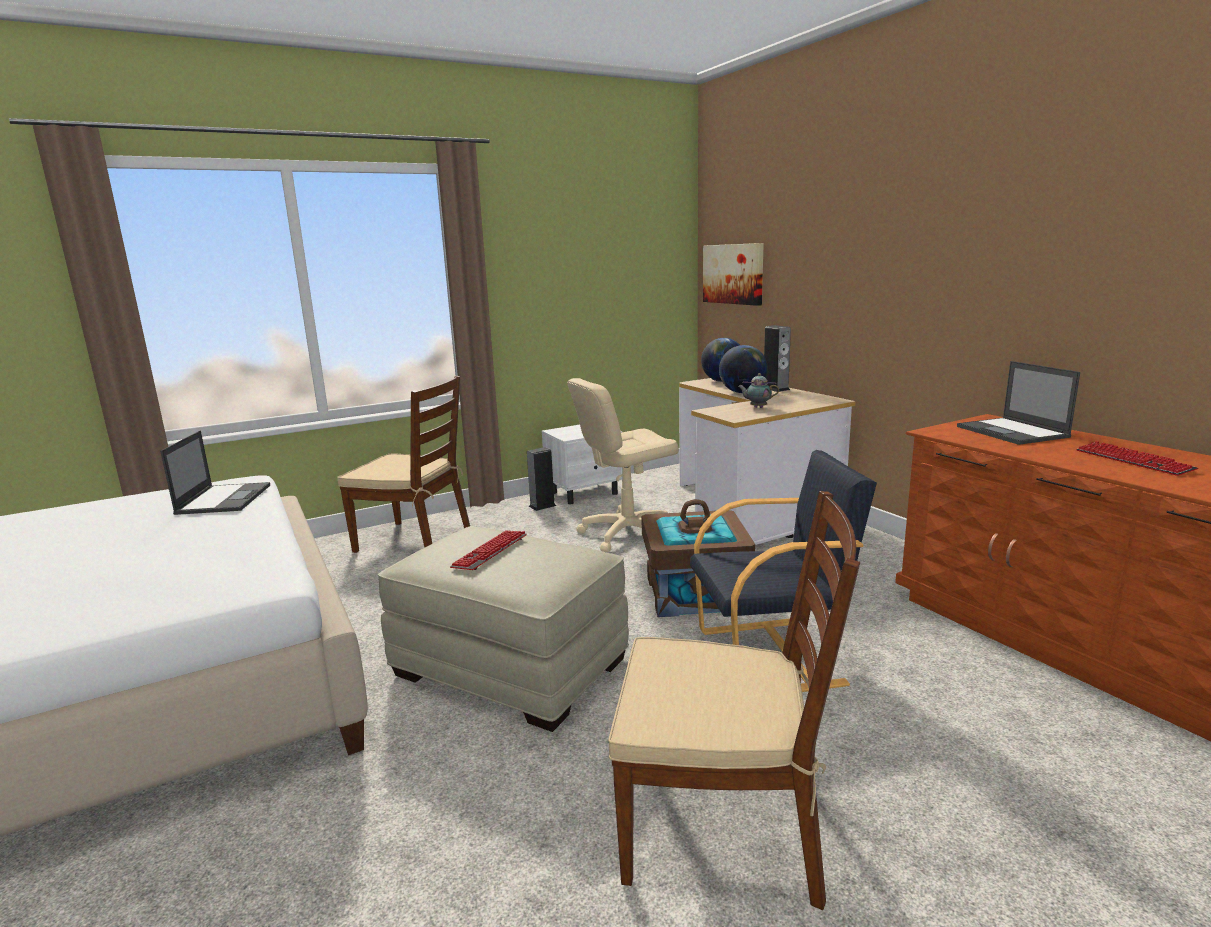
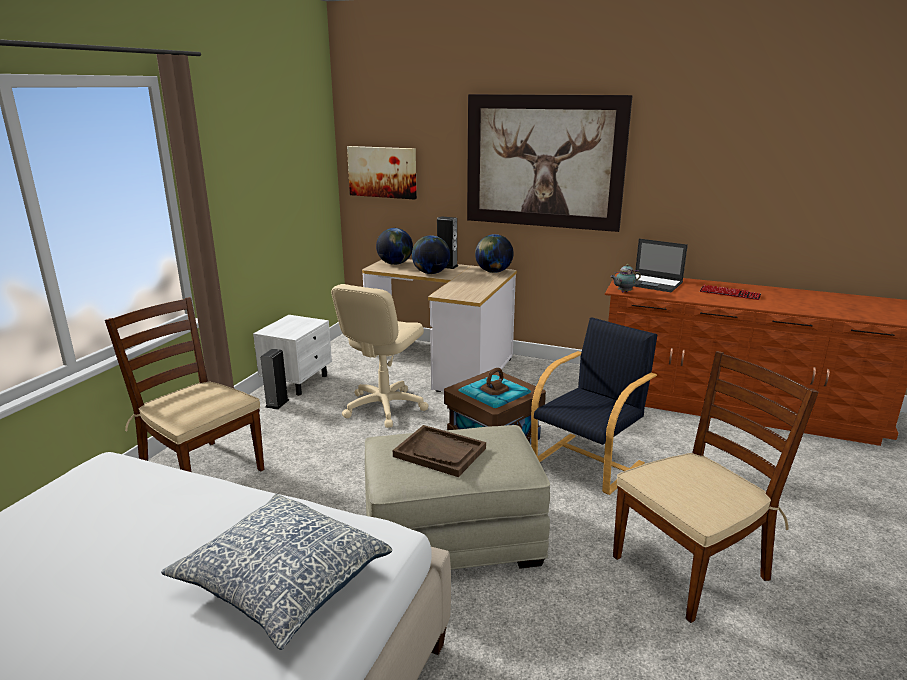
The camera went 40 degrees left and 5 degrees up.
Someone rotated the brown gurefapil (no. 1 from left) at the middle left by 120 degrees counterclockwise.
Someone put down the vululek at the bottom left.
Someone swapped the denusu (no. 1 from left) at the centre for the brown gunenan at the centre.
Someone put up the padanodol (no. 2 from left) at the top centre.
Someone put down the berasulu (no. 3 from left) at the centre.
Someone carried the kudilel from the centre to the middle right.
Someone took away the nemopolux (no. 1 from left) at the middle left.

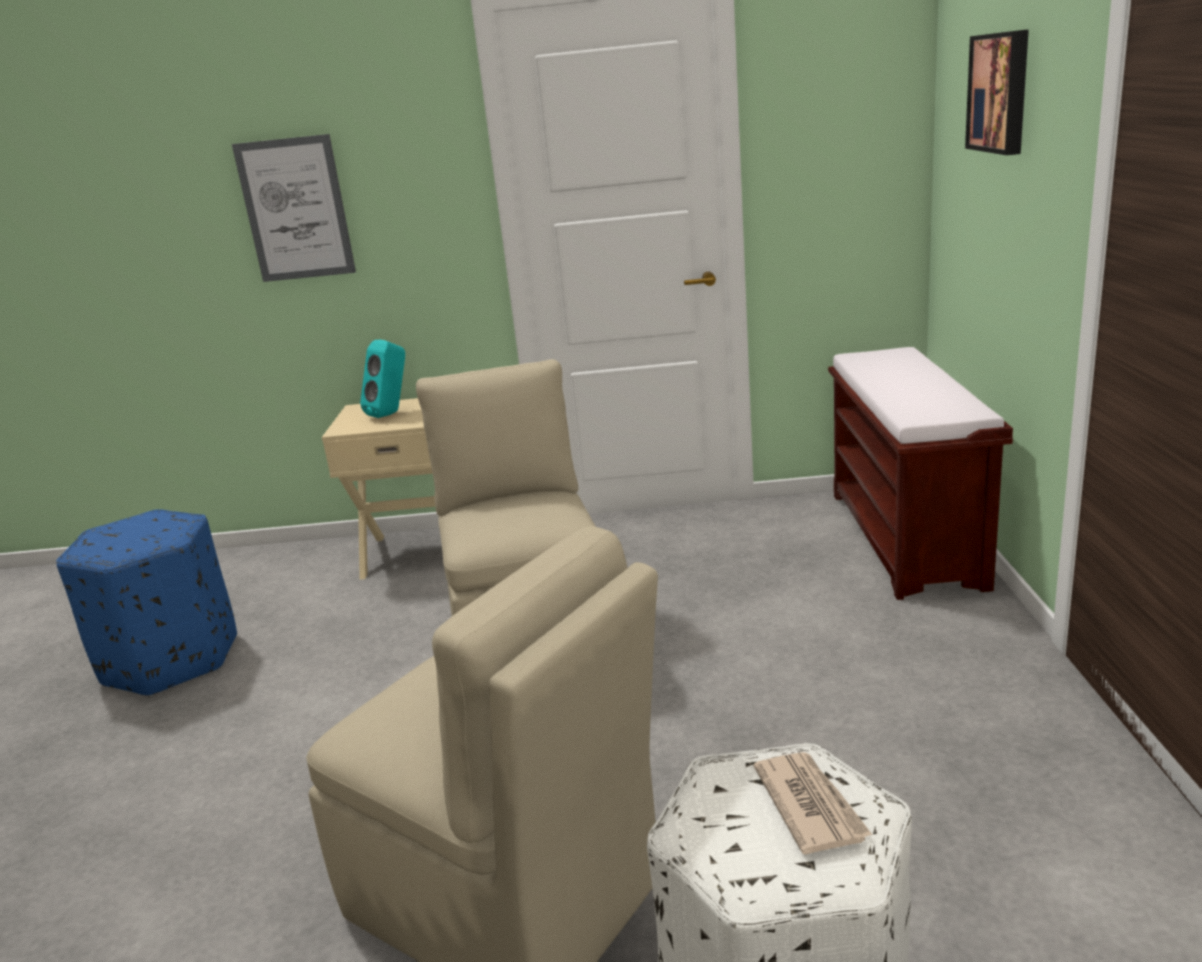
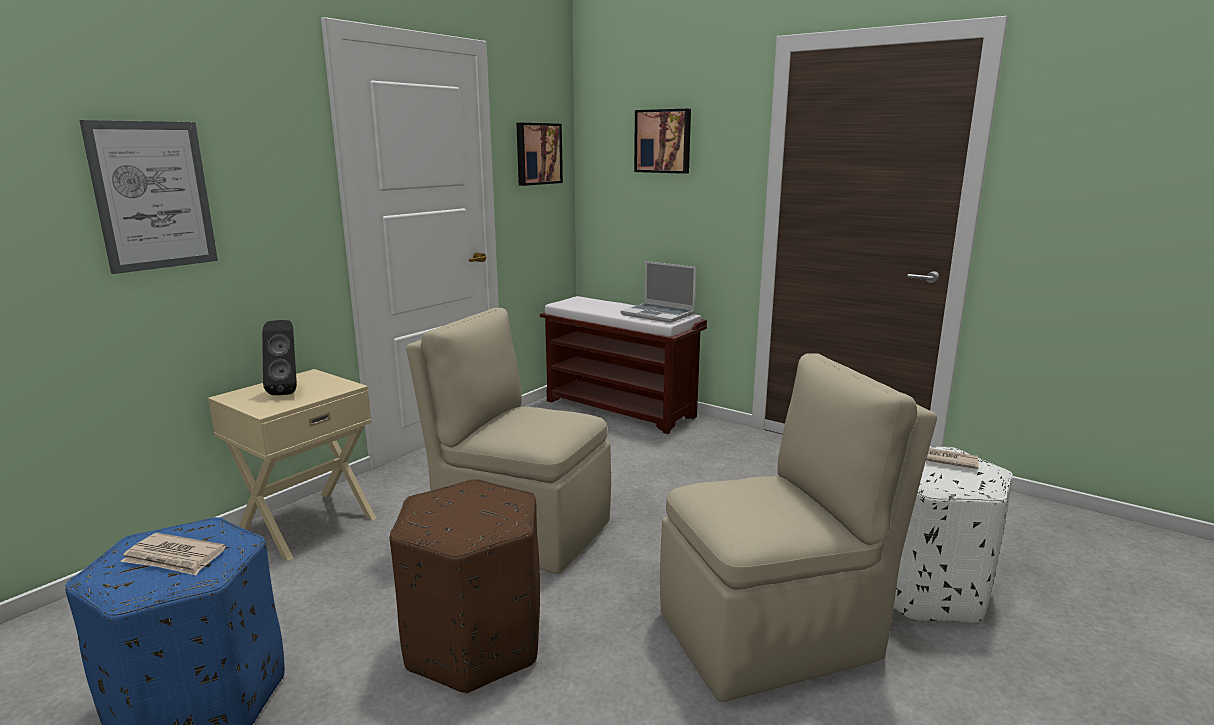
The camera went 55 degrees left and 5 degrees down.
Someone put down the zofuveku (no. 1 from left) at the bottom left.
Someone repainted the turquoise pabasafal at the middle left, which became the black pabasafal at the middle left.
Someone put down the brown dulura at the bottom centre.
Someone put up the padanodol (no. 2 from left) at the top centre.
Someone put down the nemopolux at the centre.

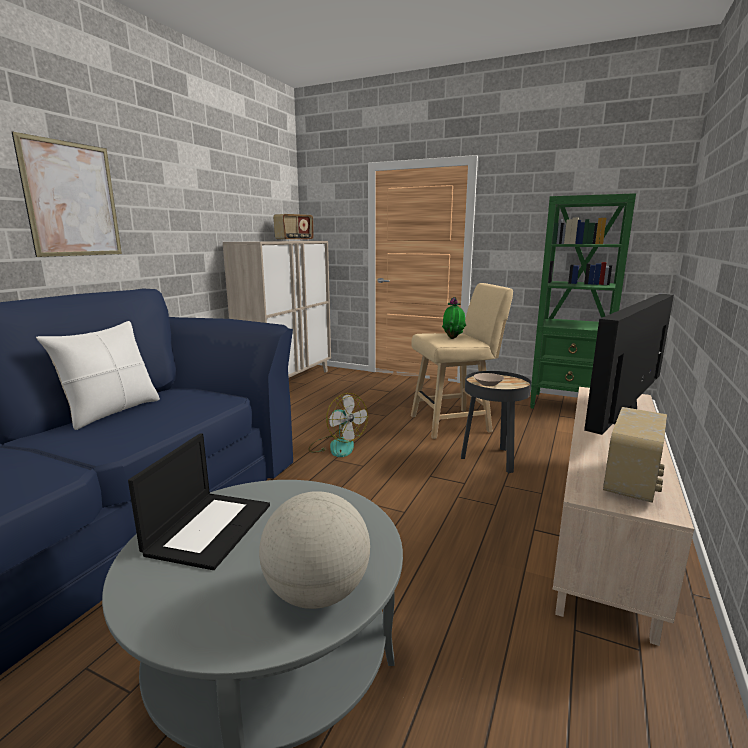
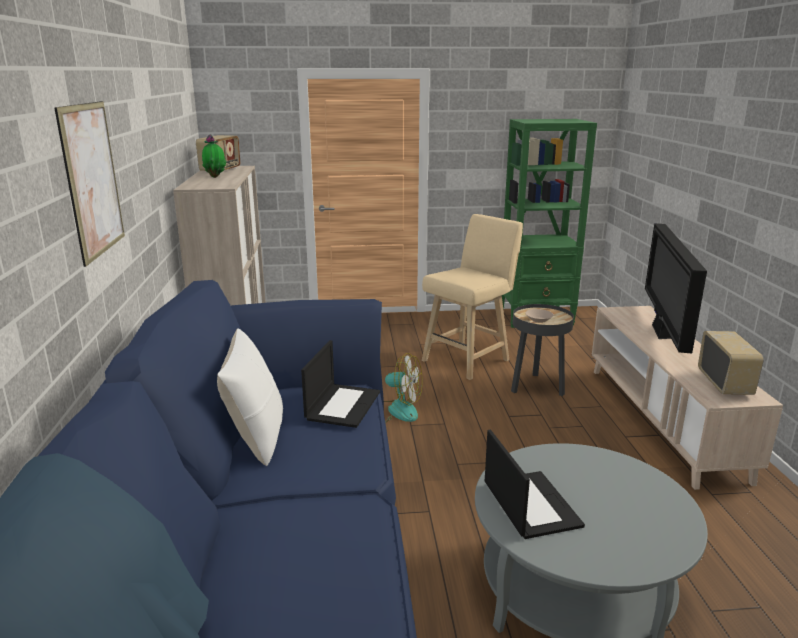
The camera went 30 degrees left and 5 degrees up.
Someone carried the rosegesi from the centre to the top left.
Someone put down the nemopolux (no. 1 from left) at the centre.
Someone took away the berasulu at the bottom centre.

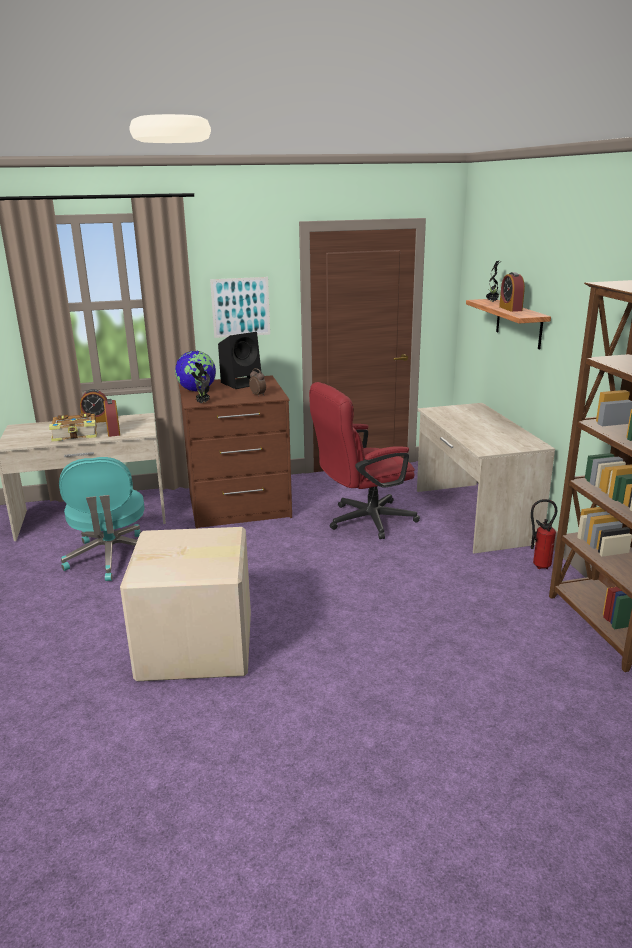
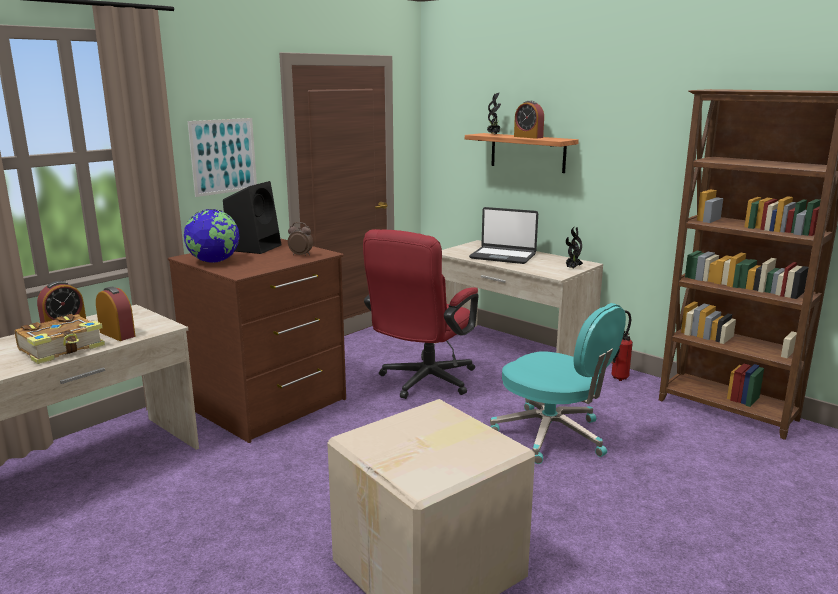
The camera went 35 degrees left and 5 degrees down.
Someone put down the nemopolux at the centre.
Someone carried the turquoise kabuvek from the middle left to the centre.
Someone carried the rosegesi (no. 1 from left in the first image) from the middle left to the middle right.

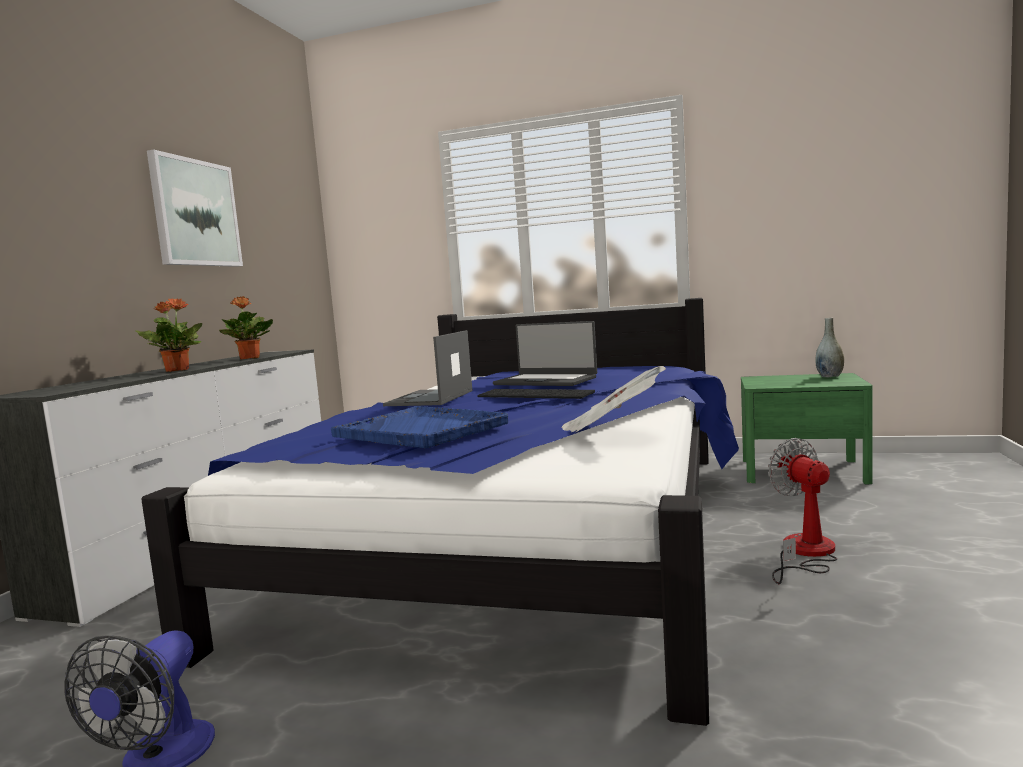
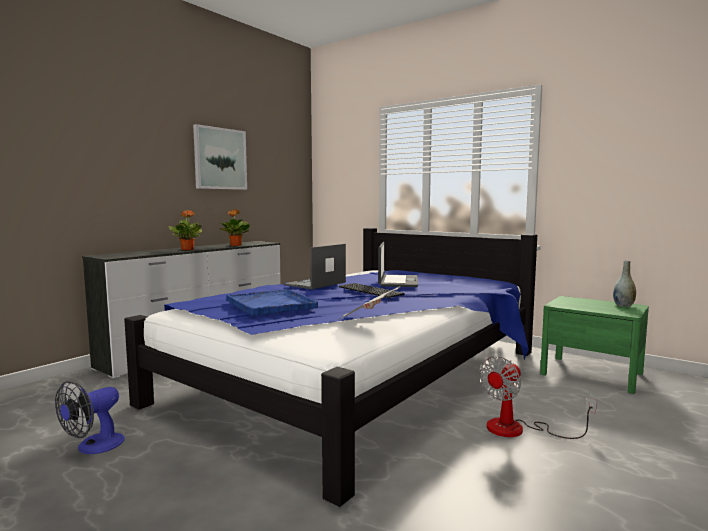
The camera went 20 degrees right and 0 degrees up.
Someone rotated the nemopolux (no. 2 from left) at the centre by 135 degrees counterclockwise.
Someone rotated the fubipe (no. 2 from left) at the middle right by 135 degrees counterclockwise.

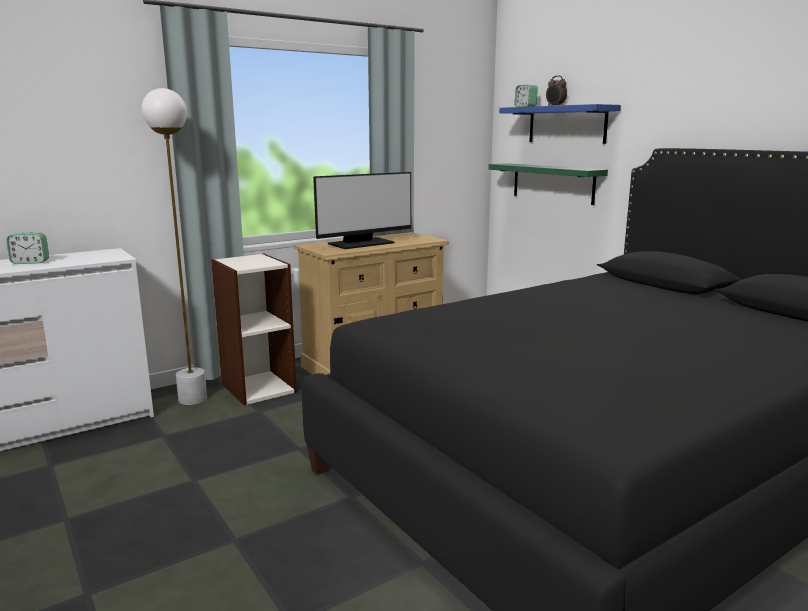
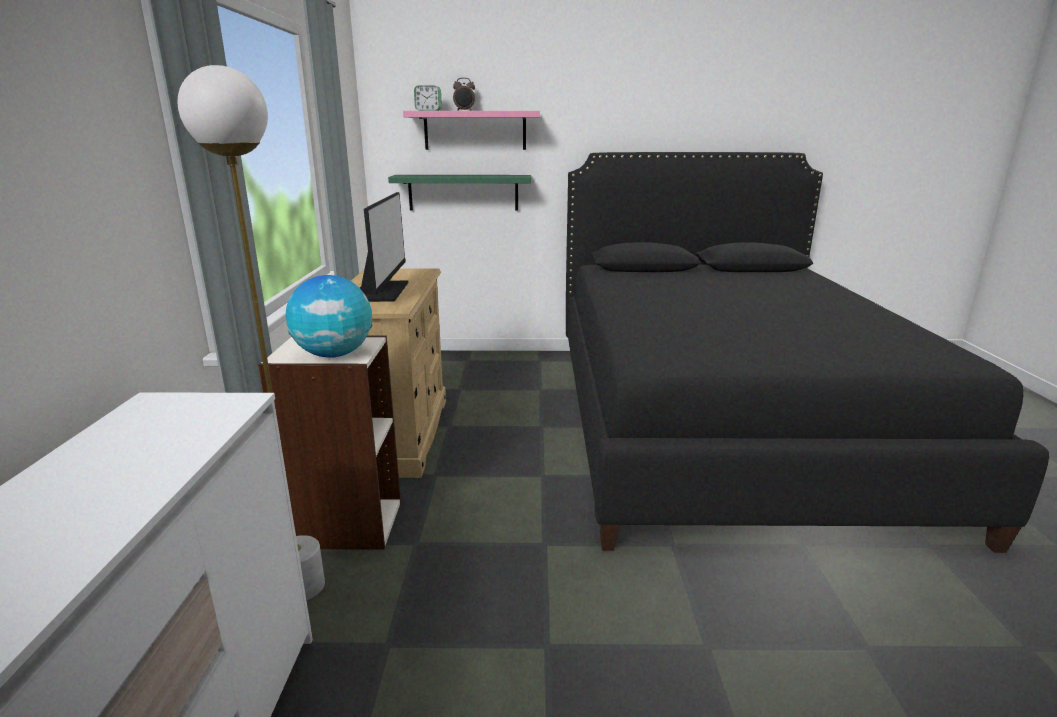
The camera went 55 degrees left and 5 degrees up.
Someone put down the berasulu at the middle left.
Someone repainted the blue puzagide at the top right, which became the pink puzagide at the top centre.
Someone took away the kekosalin (no. 1 from left) at the middle left.

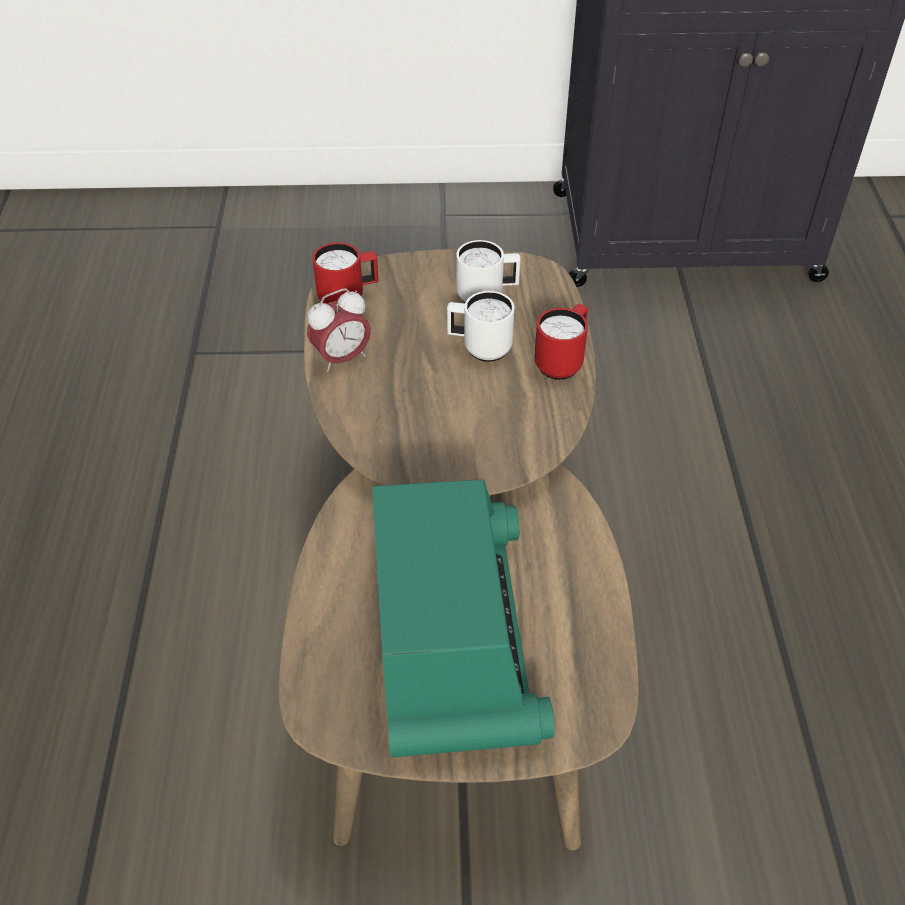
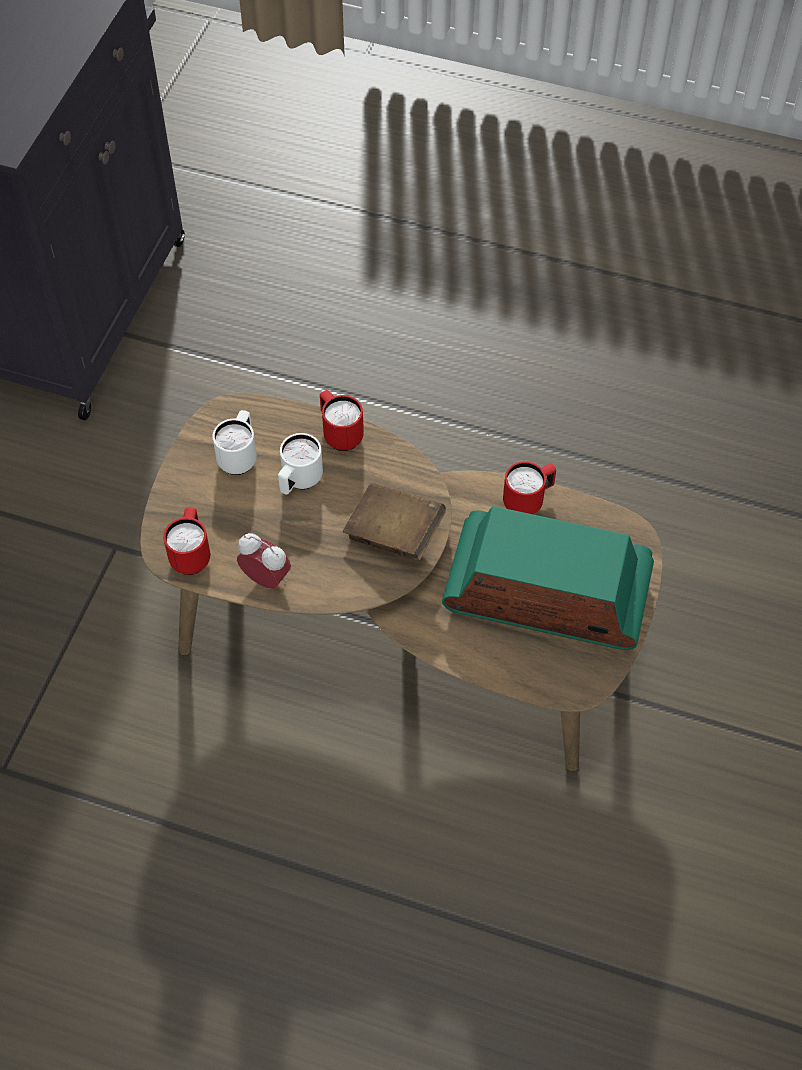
The camera went 70 degrees left and 10 degrees up.
Someone rotated the kekosalin at the centre by 45 degrees counterclockwise.
Someone put down the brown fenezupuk at the centre.
Someone put down the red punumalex (no. 3 from left) at the centre.

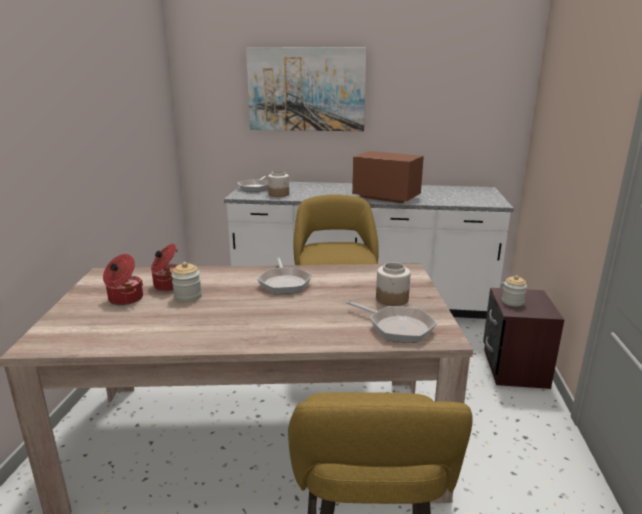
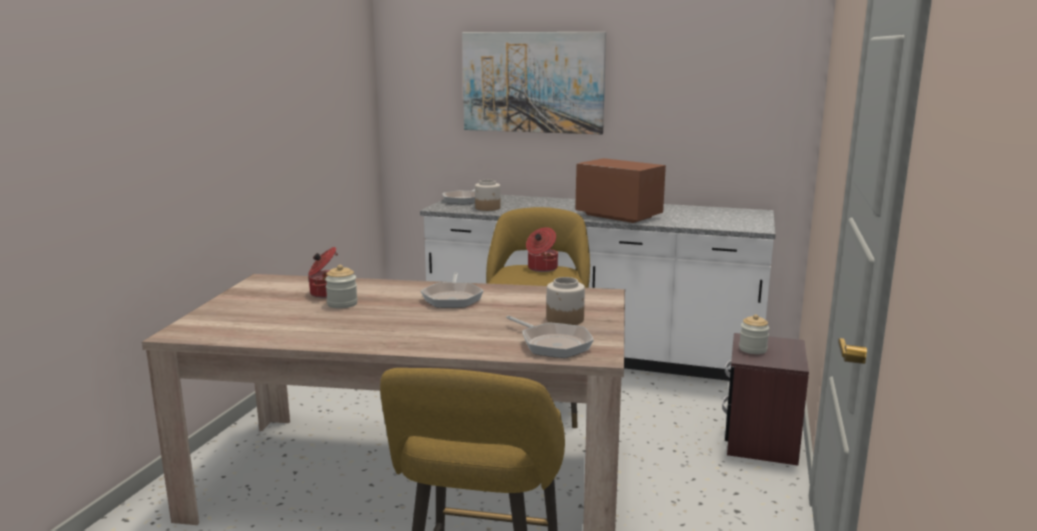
The camera went 10 degrees right and 5 degrees down.
Someone carried the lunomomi (no. 1 from left in the first image) from the middle left to the centre.

